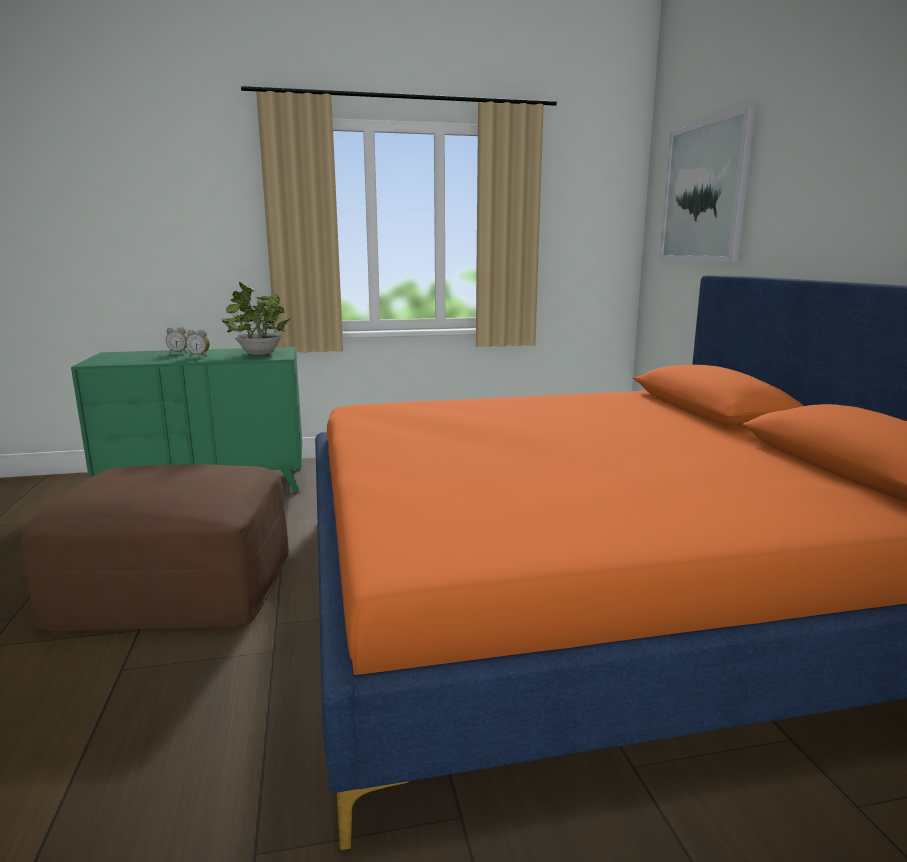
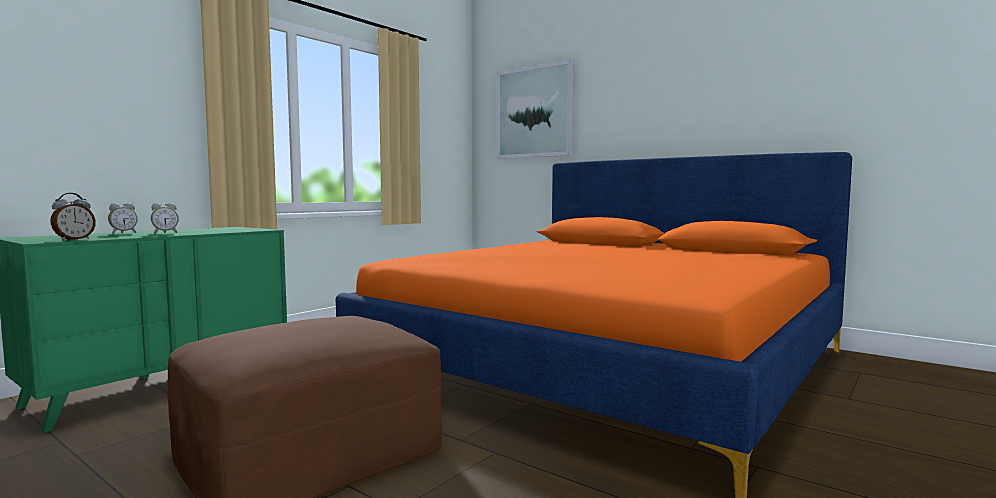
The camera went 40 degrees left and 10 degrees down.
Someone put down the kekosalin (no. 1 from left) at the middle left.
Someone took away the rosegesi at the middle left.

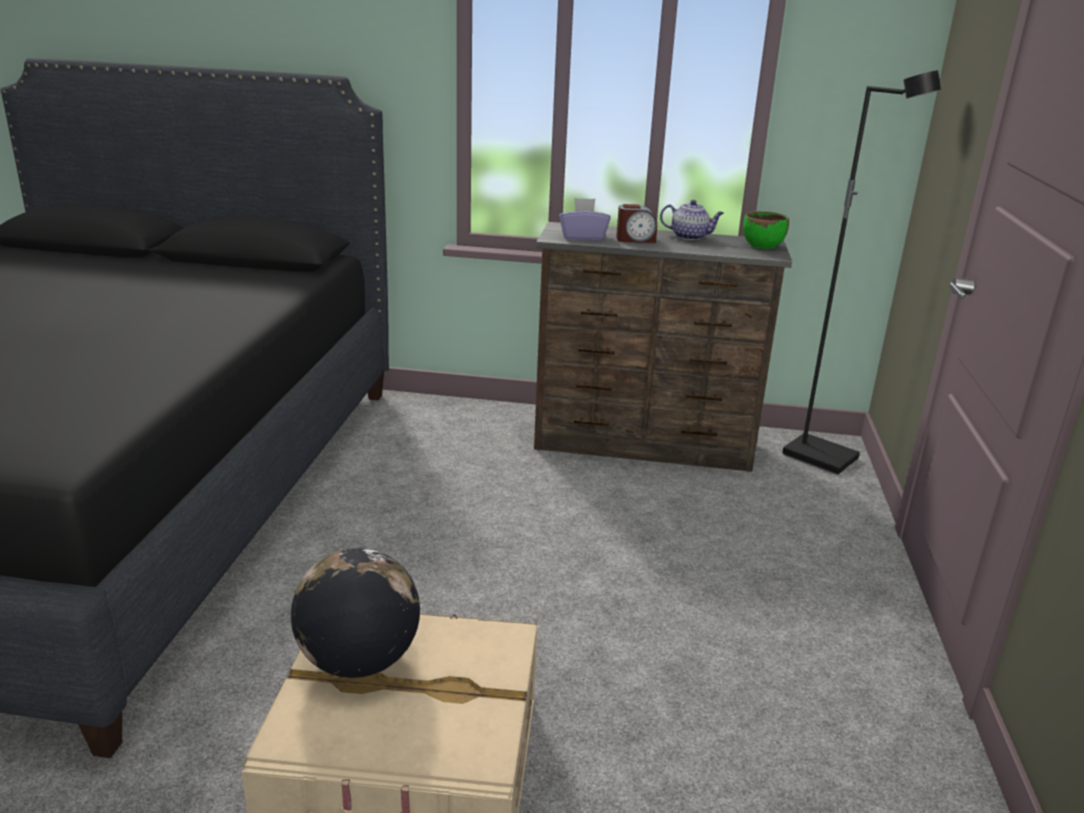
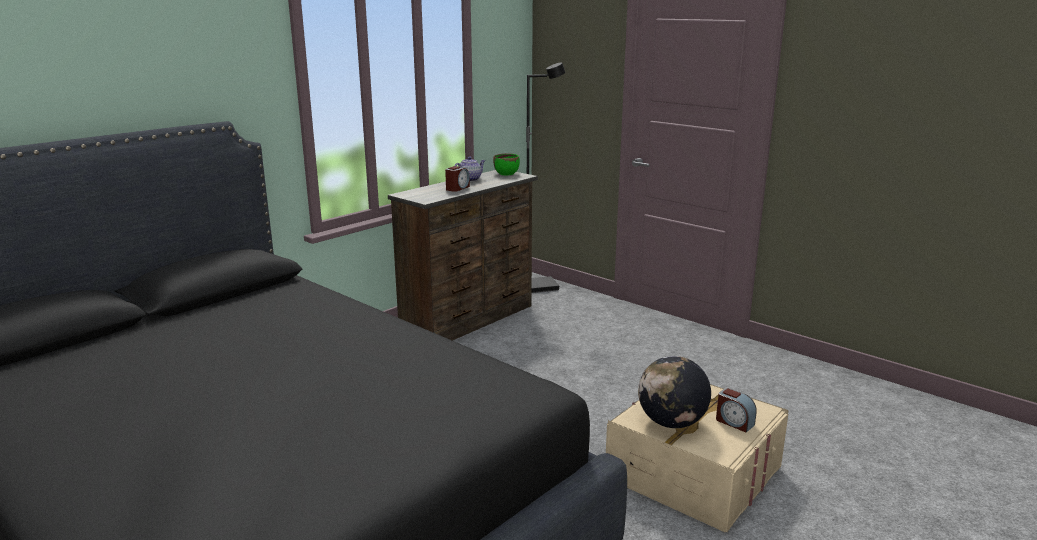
The camera went 55 degrees left and 5 degrees down.
Someone put down the kekosalin (no. 2 from left) at the bottom right.
Someone took away the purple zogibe at the top centre.

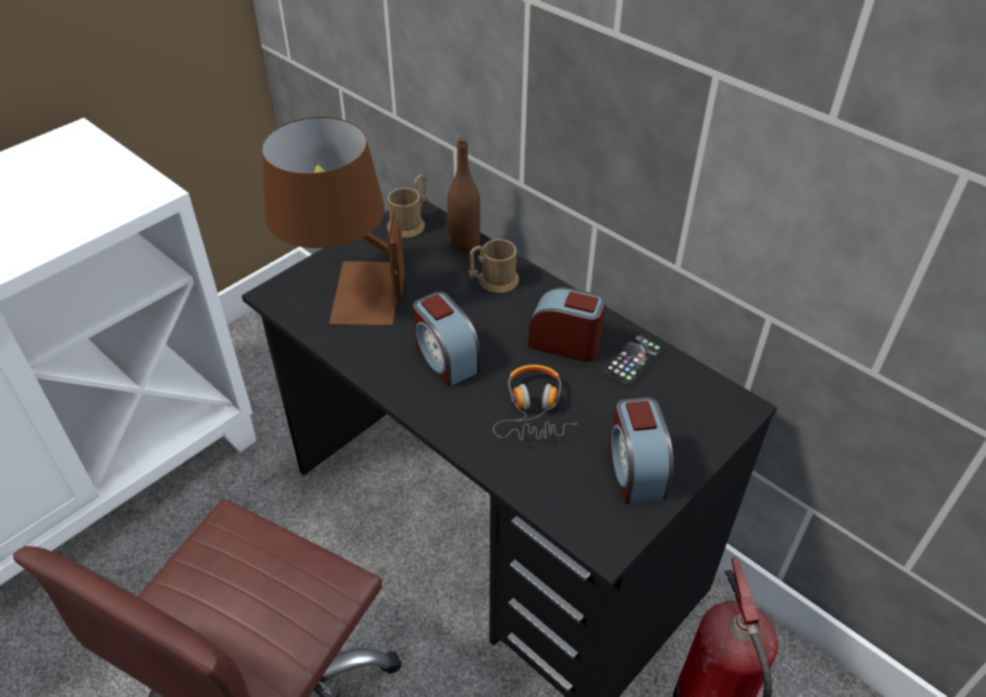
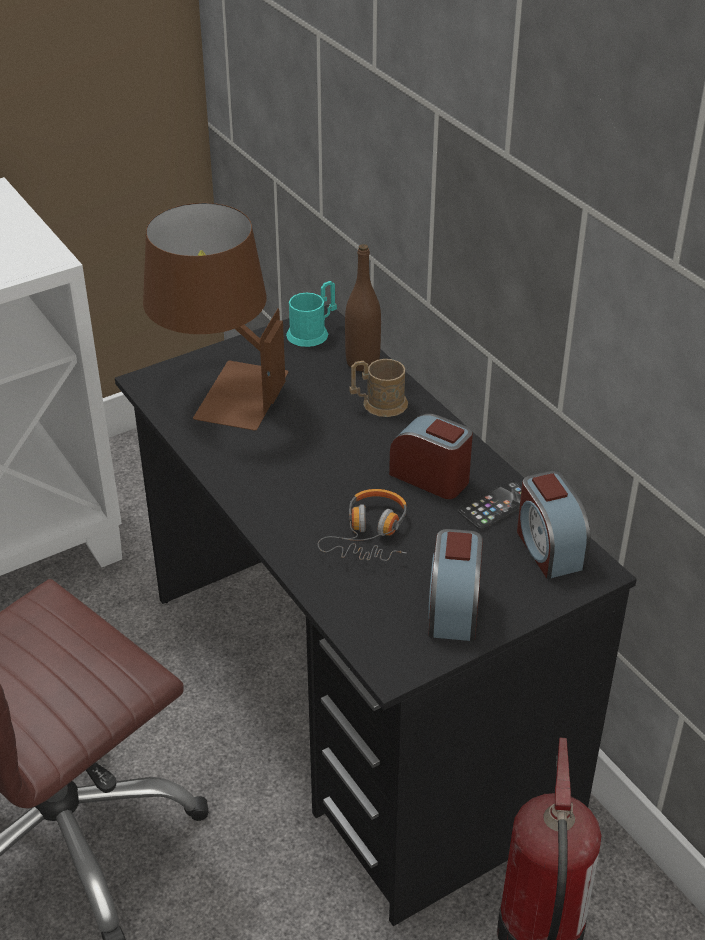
The camera went 15 degrees right and 5 degrees down.
Someone repainted the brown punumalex (no. 1 from left) at the top centre, which became the turquoise punumalex at the centre.
Someone carried the kekosalin (no. 1 from left in the first image) from the centre to the middle right.

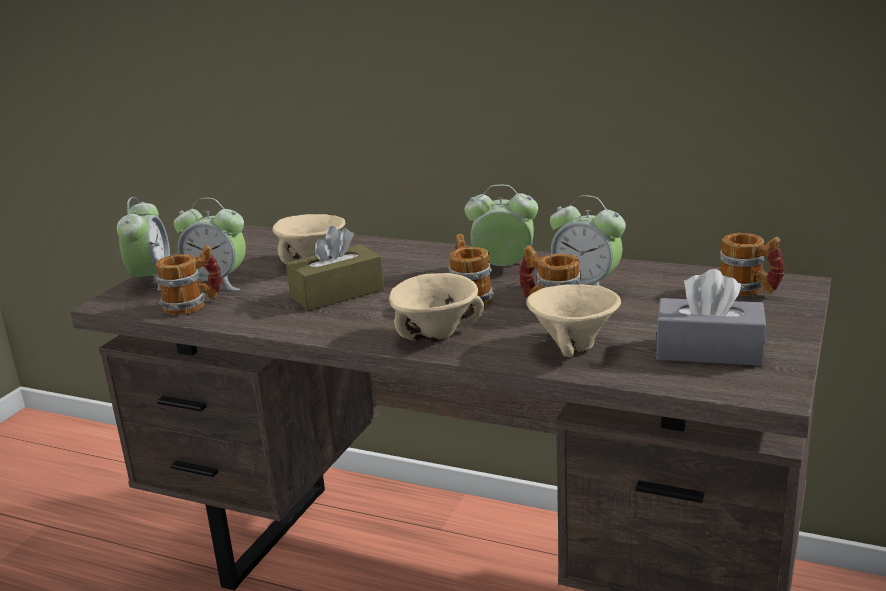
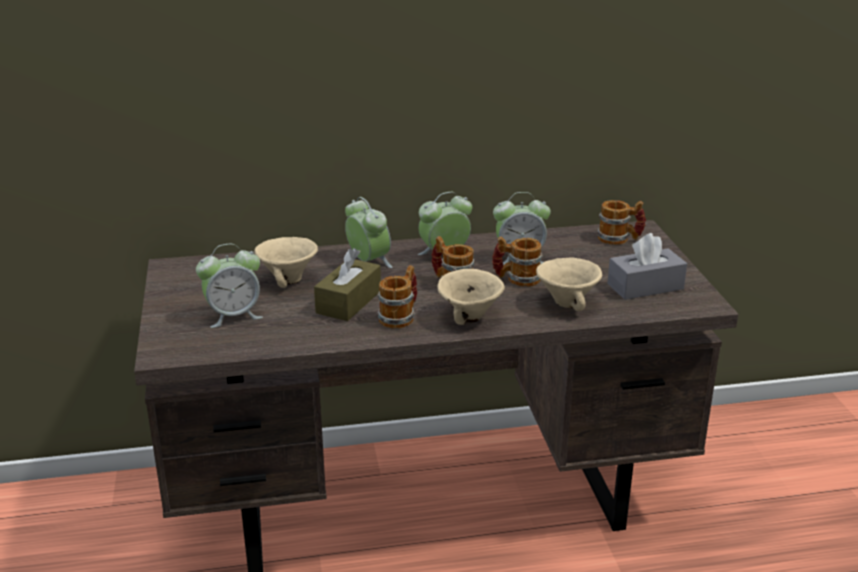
The camera went 35 degrees left and 5 degrees up.
Someone carried the kekosalin (no. 1 from left in the first image) from the middle left to the centre.
Someone carried the punumalex (no. 1 from left) from the middle left to the centre.

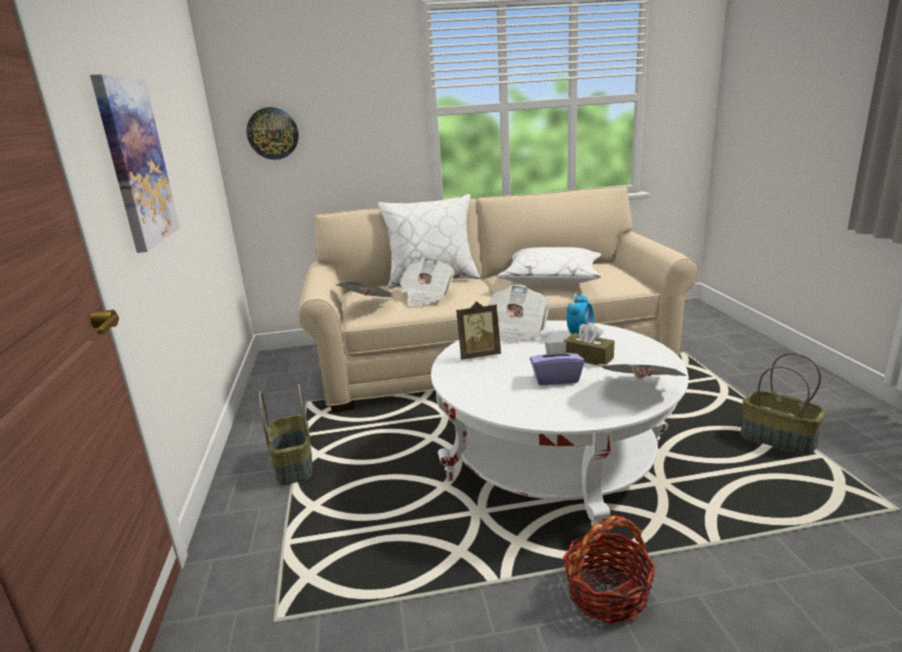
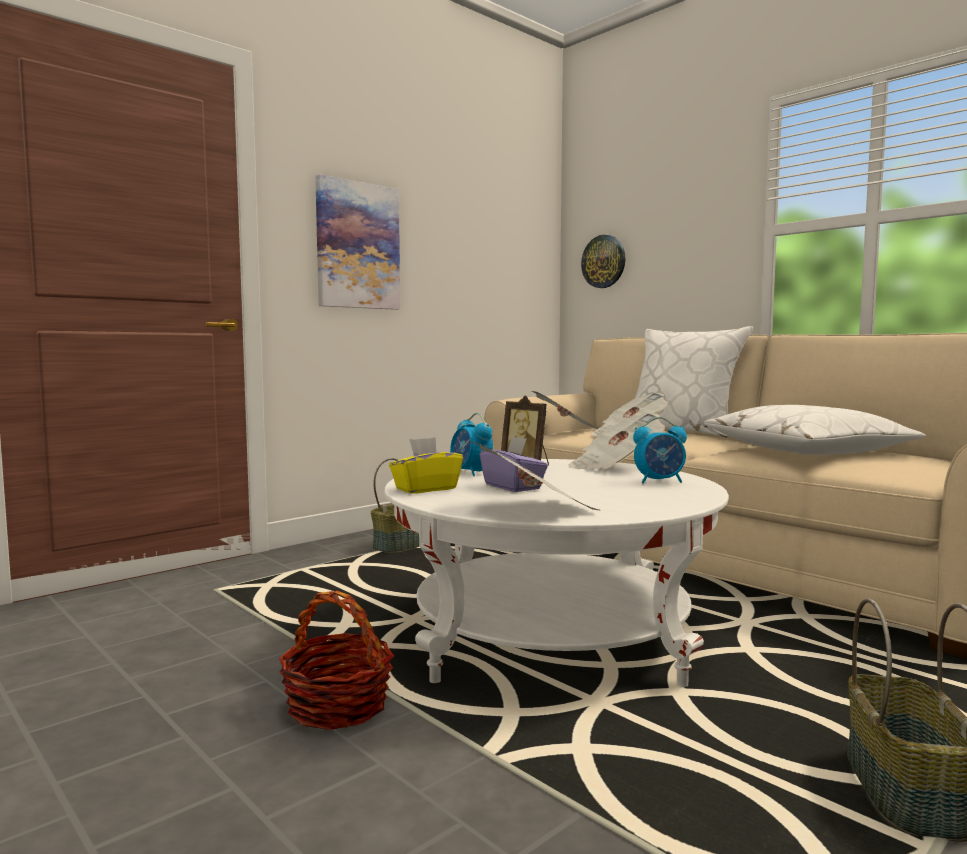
The camera went 55 degrees right and 15 degrees down.
Someone put down the yellow zogibe at the centre.
Someone put down the kekosalin (no. 1 from left) at the centre.
Someone took away the brown zogibe at the centre.

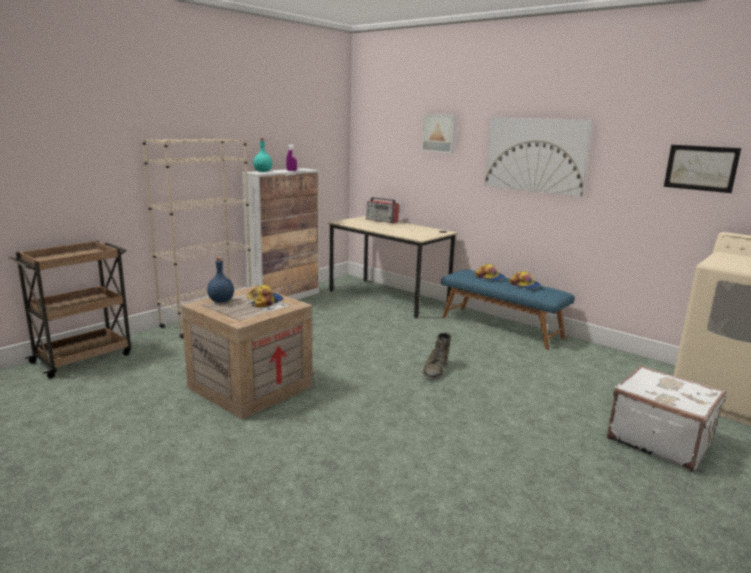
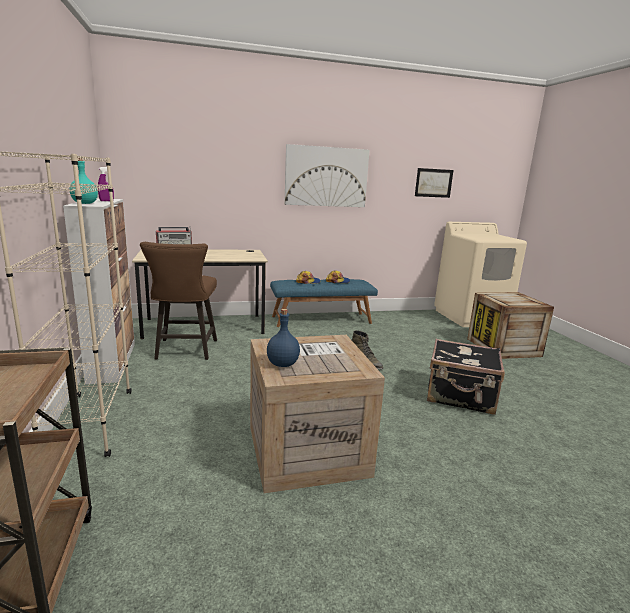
The camera went 55 degrees left and 0 degrees up.
Someone put down the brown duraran at the middle left.
Someone put down the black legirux at the middle right.
Someone swapped the white legirux at the bottom right for the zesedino (no. 2 from left) at the middle right.
Someone took away the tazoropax (no. 1 from left) at the centre.
Someone took away the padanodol (no. 1 from left) at the top centre.

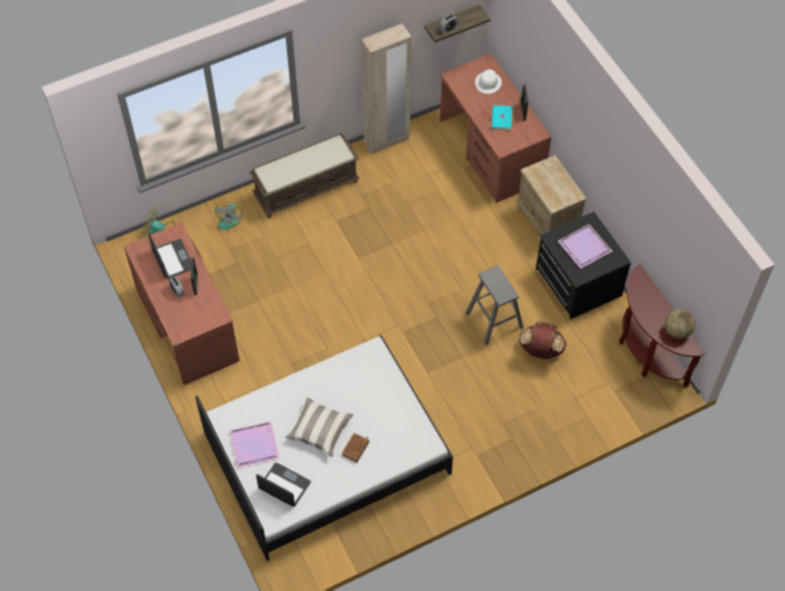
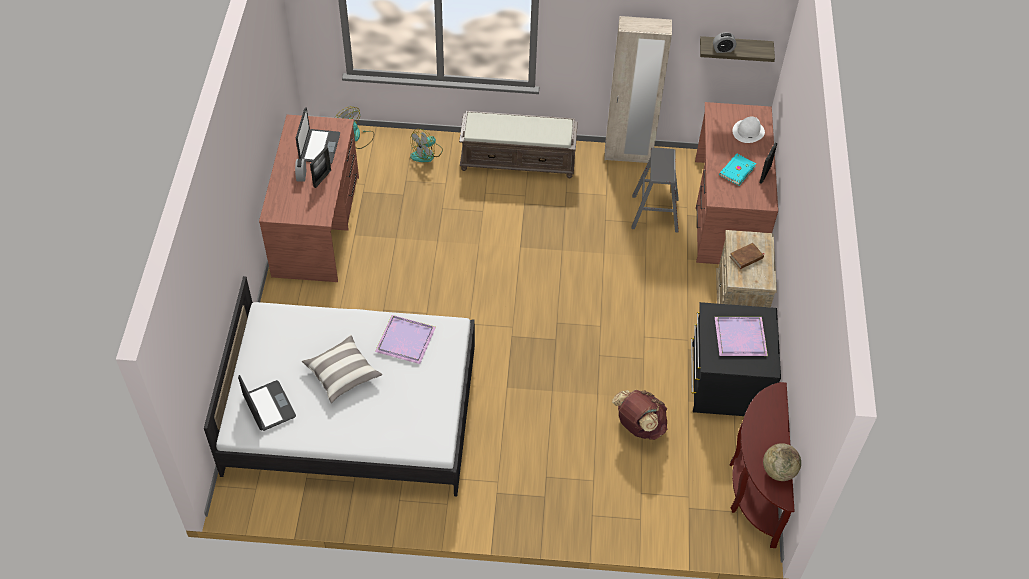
The camera went 30 degrees right and 5 degrees down.
Someone carried the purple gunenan (no. 1 from left) from the bottom left to the centre.
Someone carried the grey duraran from the centre to the top centre.
Someone carried the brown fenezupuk from the bottom centre to the middle right.

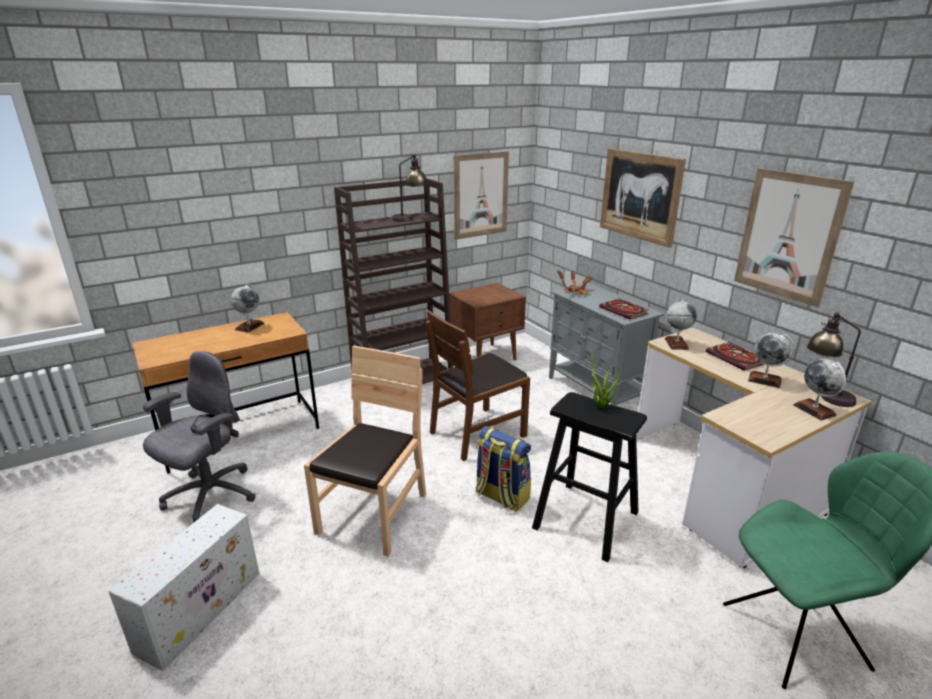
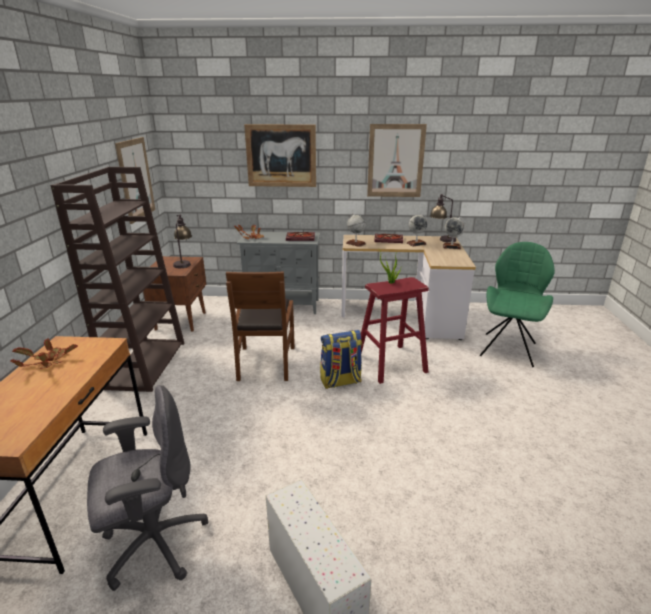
The camera went 55 degrees left and 0 degrees up.
Someone swapped the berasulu (no. 1 from left) at the middle left for the rosegesi (no. 1 from left) at the middle left.
Someone rotated the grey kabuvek at the middle left by 90 degrees clockwise.
Someone carried the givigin (no. 1 from left) from the top centre to the middle left.
Someone repainted the black duraran at the bottom centre, which became the red duraran at the centre.
Someone took away the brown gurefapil (no. 1 from left) at the centre.

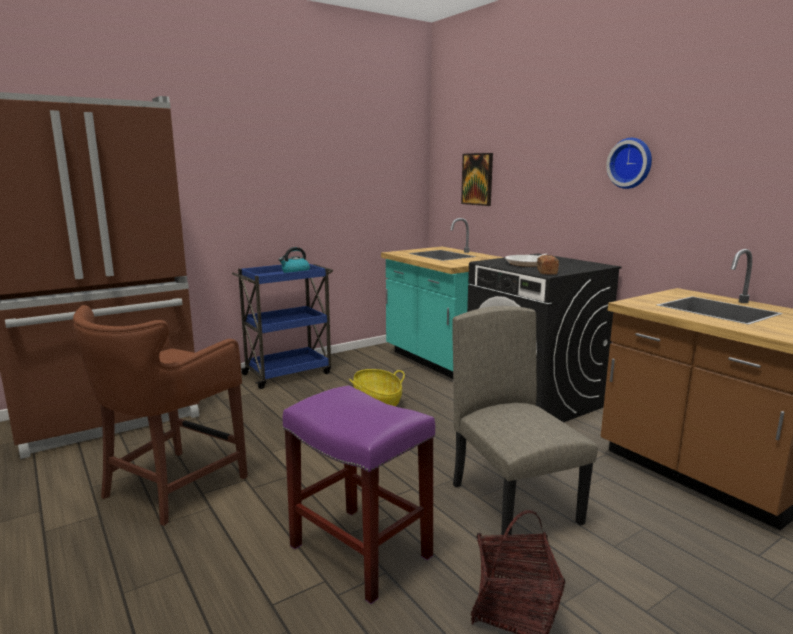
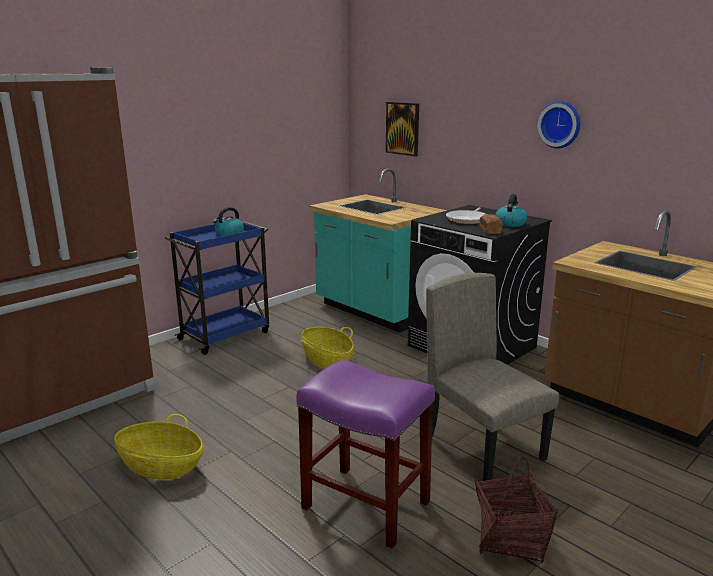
The camera went 10 degrees left and 5 degrees up.
Someone swapped the brown duraran at the middle left for the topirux (no. 1 from left) at the bottom left.
Someone put down the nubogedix (no. 2 from left) at the middle right.

